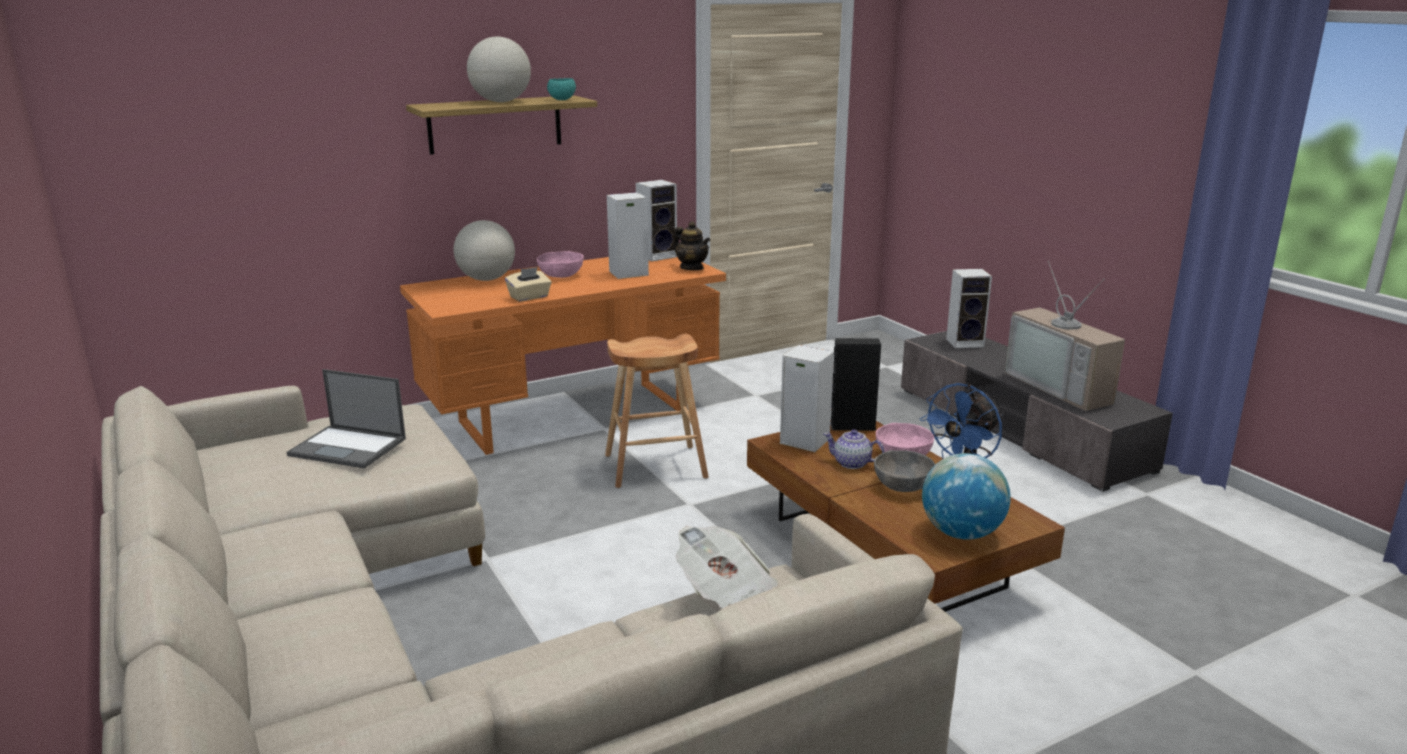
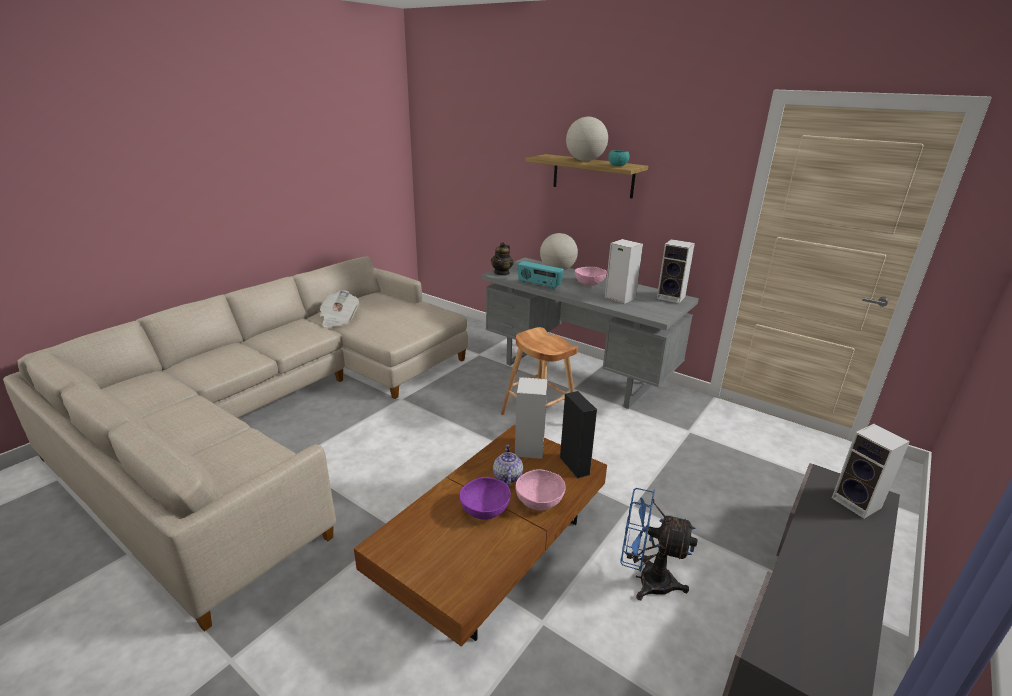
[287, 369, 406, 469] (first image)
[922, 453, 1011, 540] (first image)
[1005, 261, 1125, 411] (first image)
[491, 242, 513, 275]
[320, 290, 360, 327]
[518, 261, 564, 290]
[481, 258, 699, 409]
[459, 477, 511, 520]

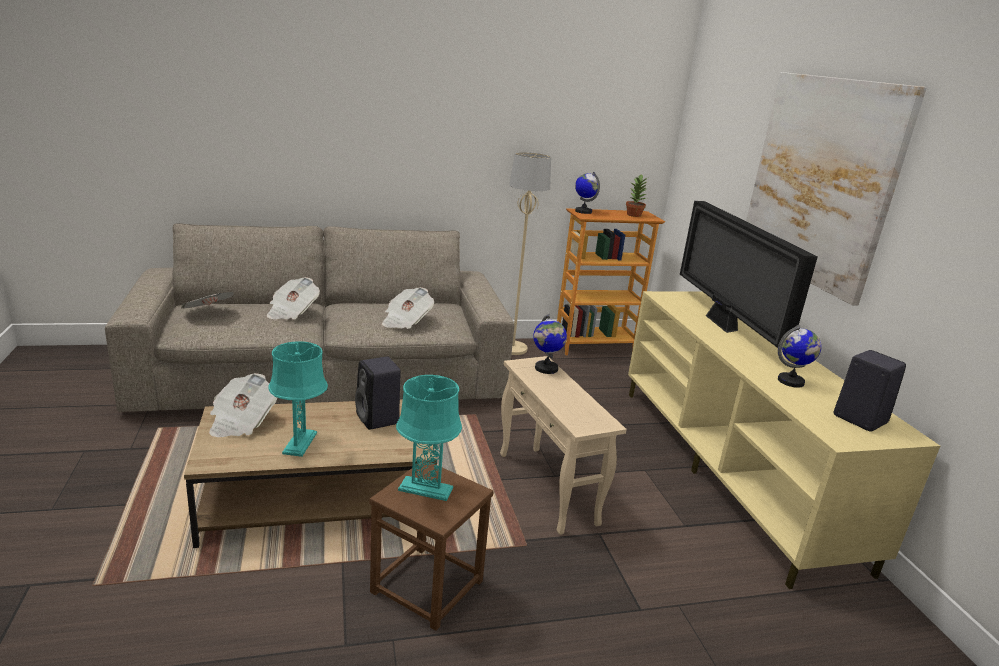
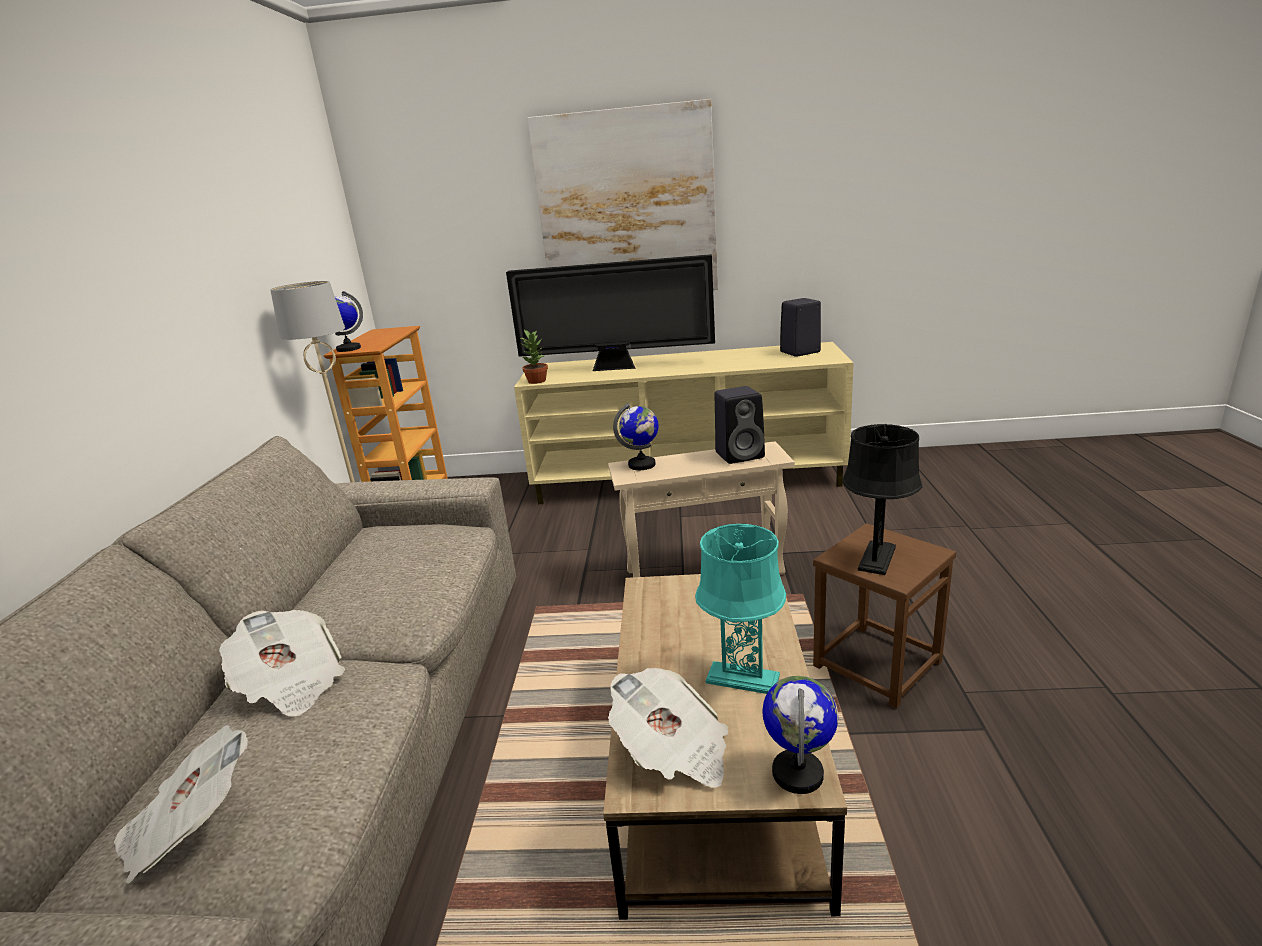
[382, 287, 434, 329] (first image)
[714, 386, 765, 464]
[519, 330, 548, 384]
[762, 676, 838, 794]
[843, 424, 922, 575]

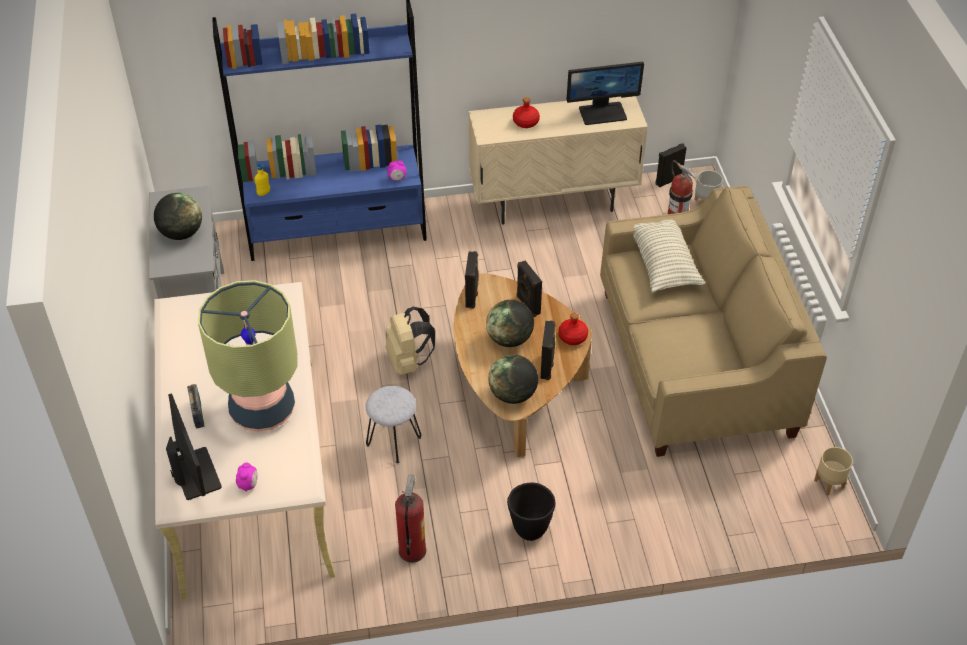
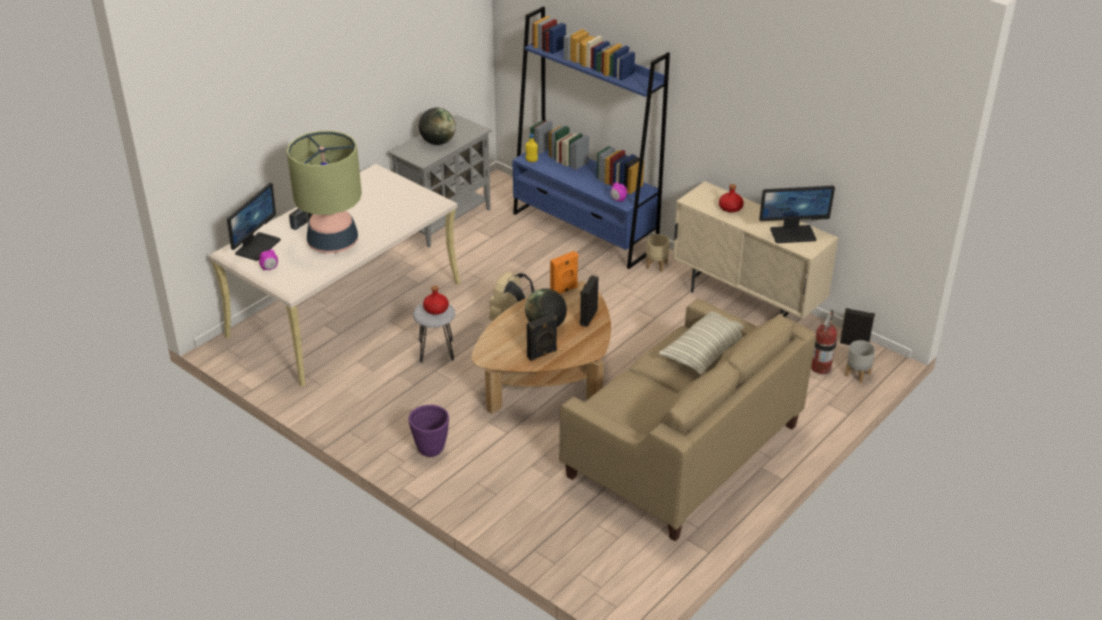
[395, 475, 426, 563] (first image)
[488, 354, 538, 404] (first image)
[423, 286, 449, 315]
[646, 234, 670, 272]
[550, 251, 578, 294]
[409, 405, 449, 457]
[759, 186, 835, 243]

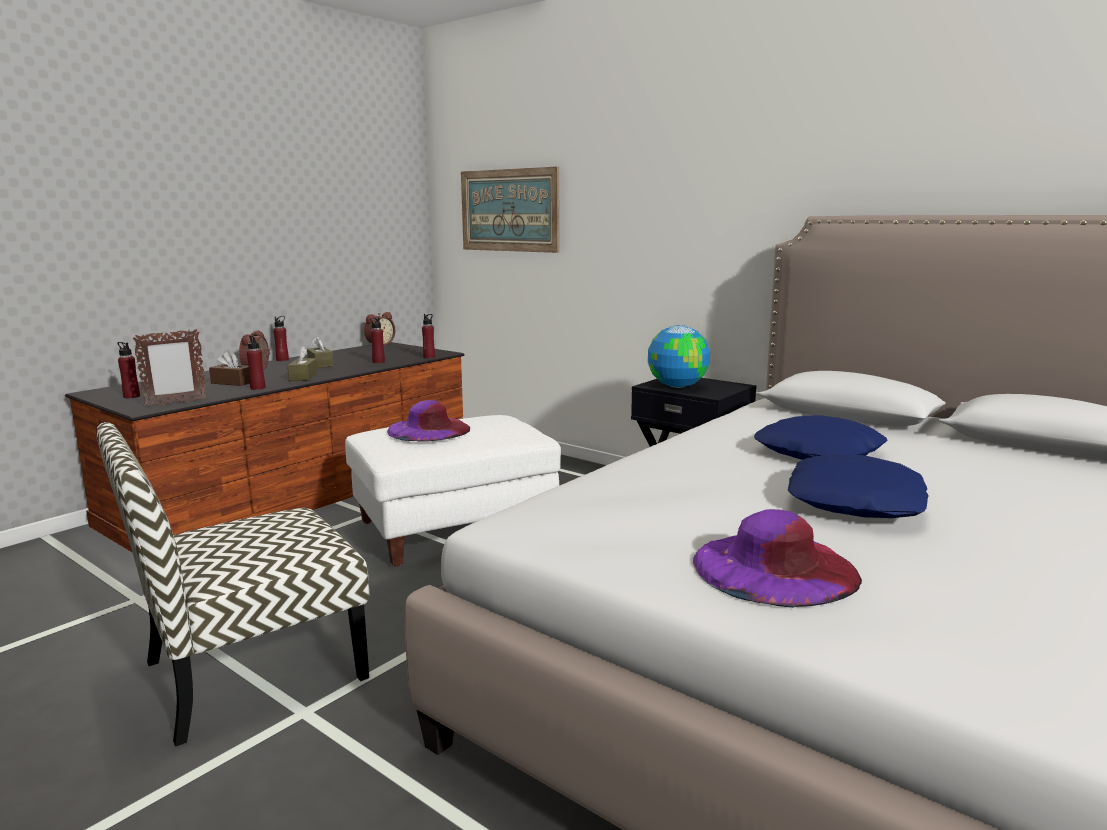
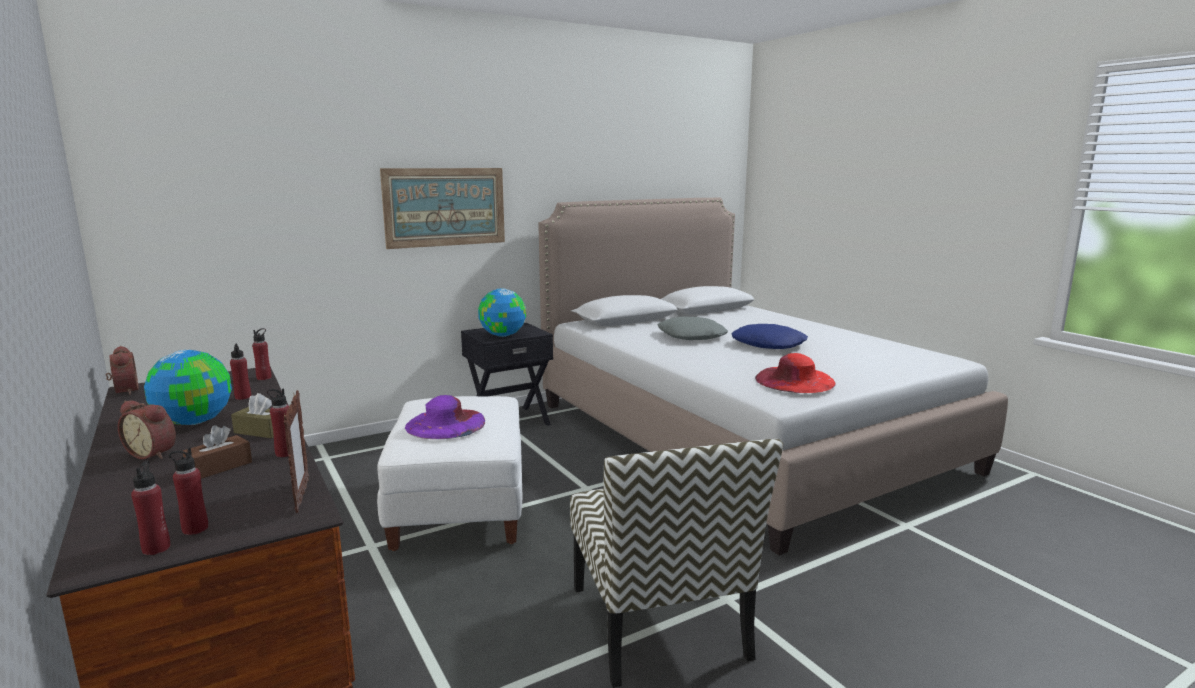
[693, 509, 862, 608] (first image)
[755, 353, 836, 393]
[131, 461, 170, 555]
[380, 168, 505, 249]
[144, 350, 232, 425]
[657, 316, 728, 340]

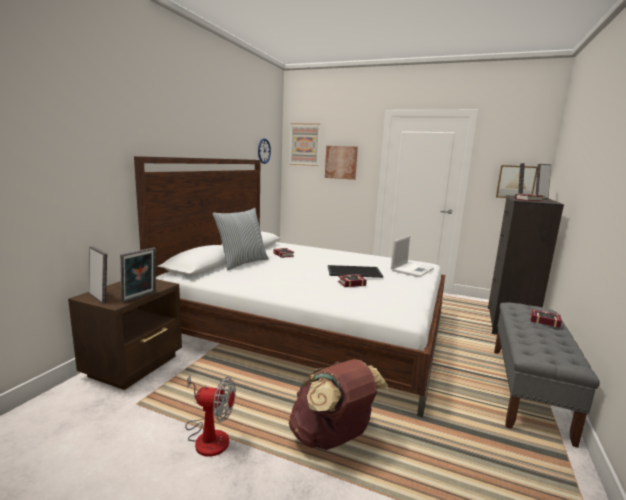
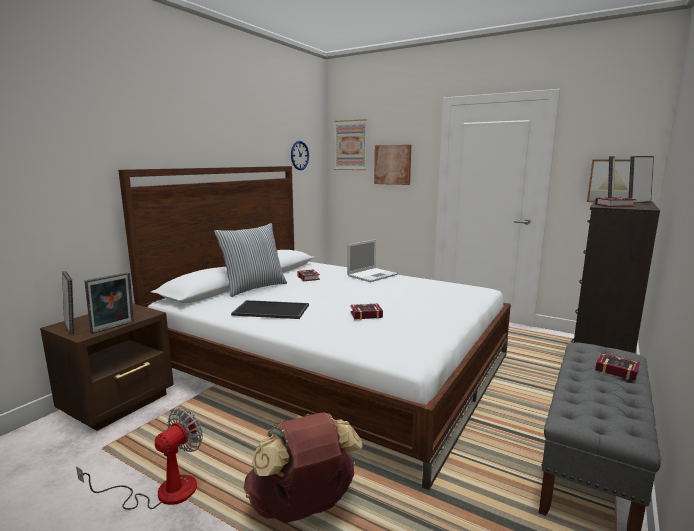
[231, 300, 309, 319]
[347, 239, 398, 282]
[76, 408, 203, 510]

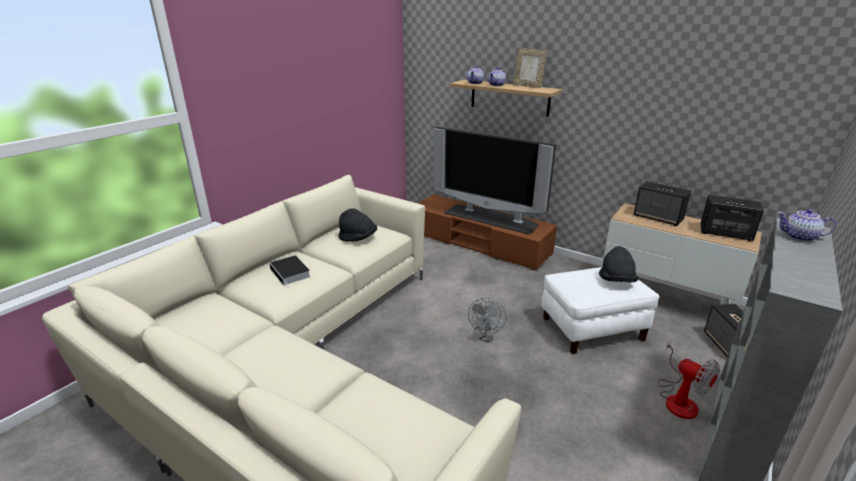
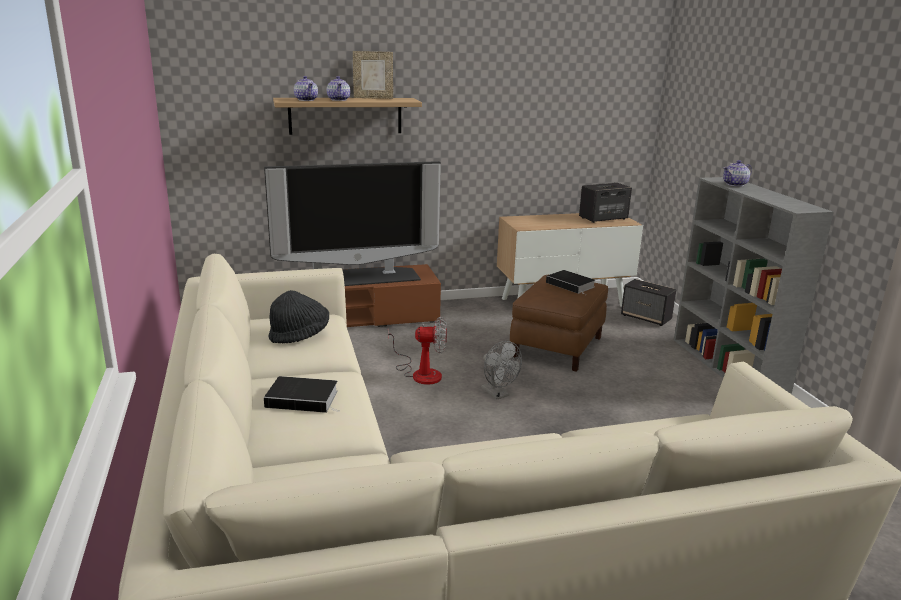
[634, 181, 691, 226] (first image)
[388, 317, 447, 385]
[546, 270, 595, 295]
[510, 275, 608, 372]

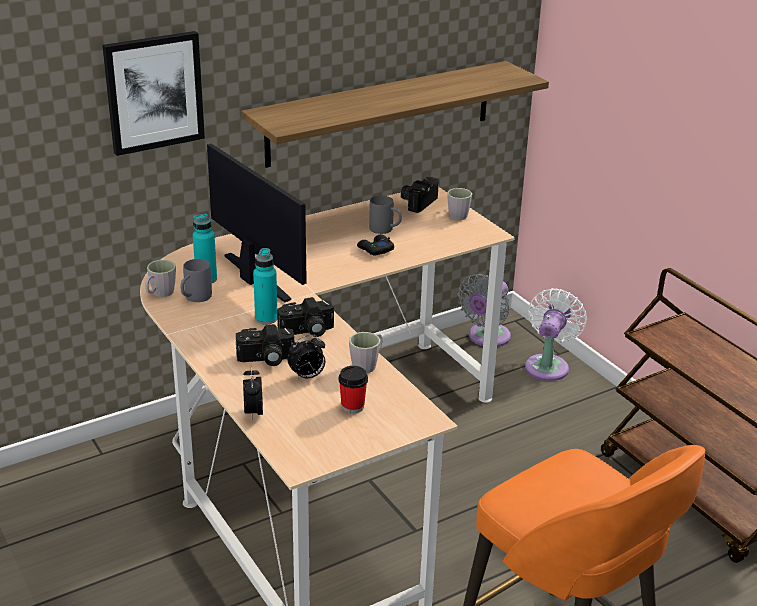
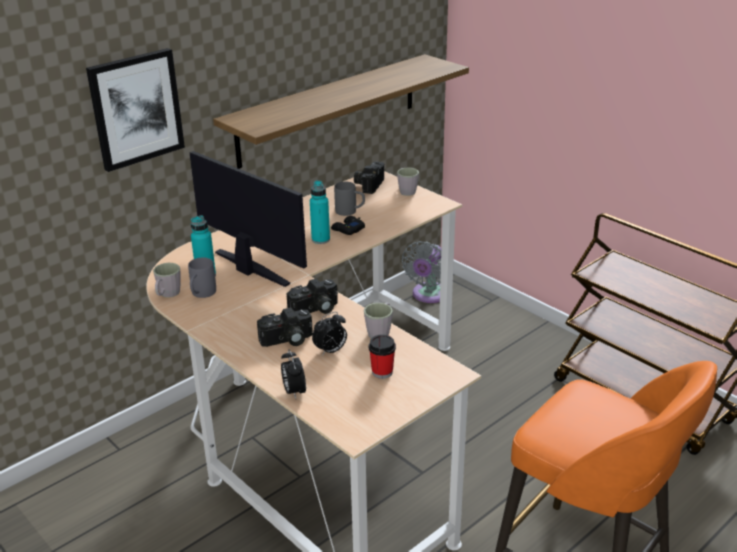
[525, 288, 587, 381] (first image)
[310, 180, 330, 244]

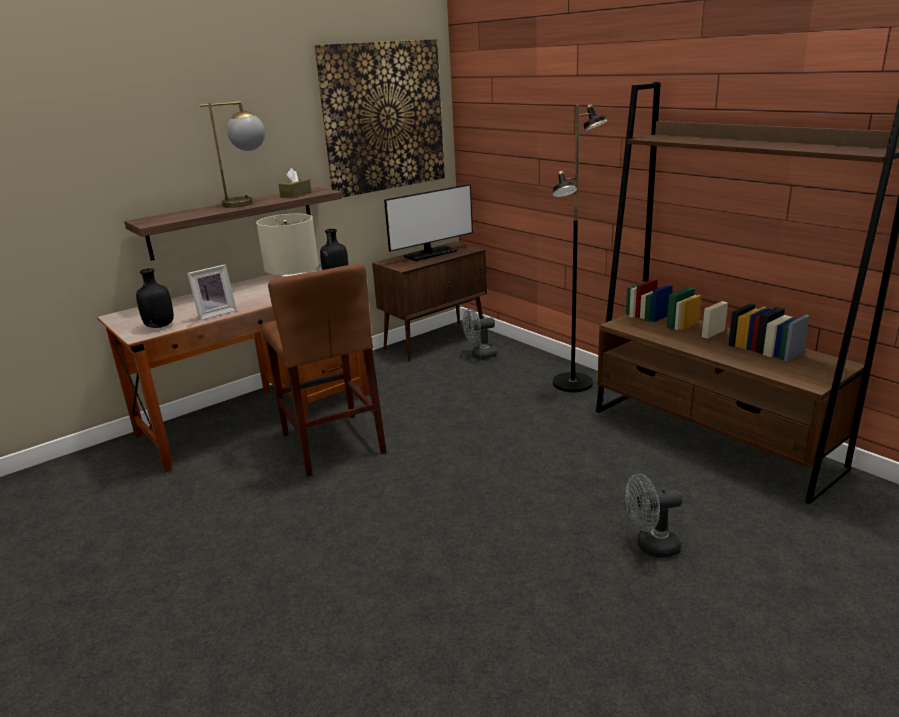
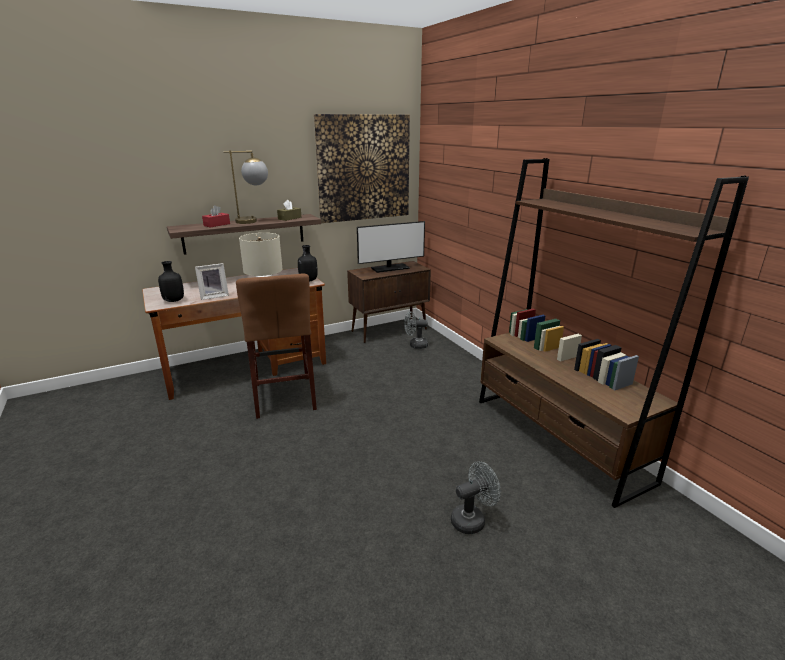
[553, 104, 608, 392] (first image)
[202, 205, 230, 228]
[451, 461, 501, 534]

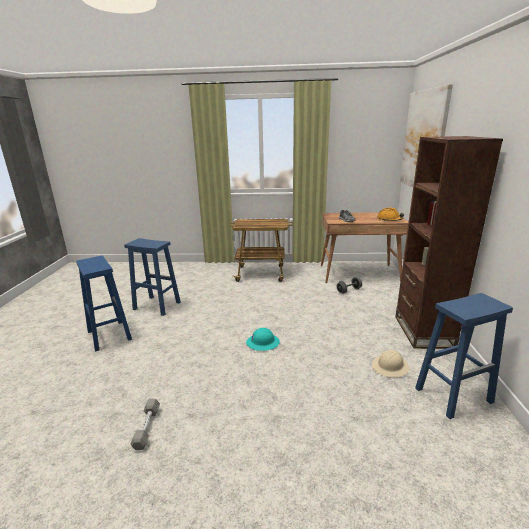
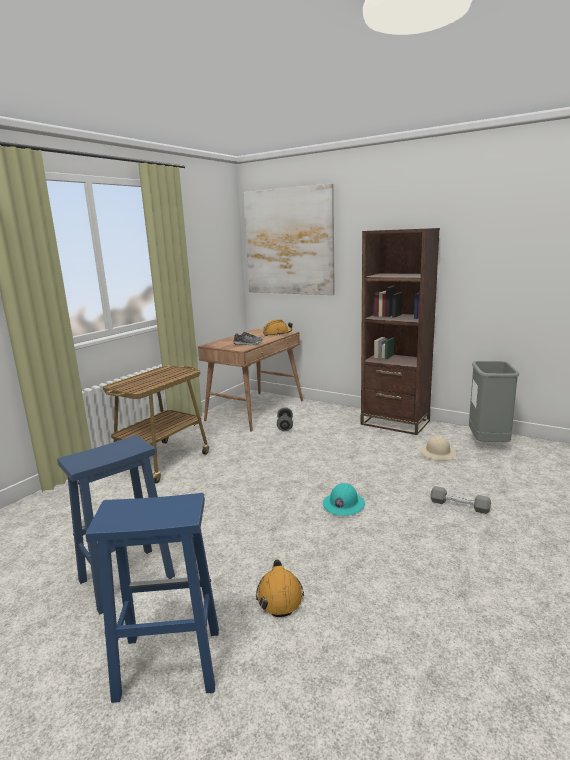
[256, 560, 304, 617]
[431, 486, 491, 514]
[469, 361, 519, 442]

